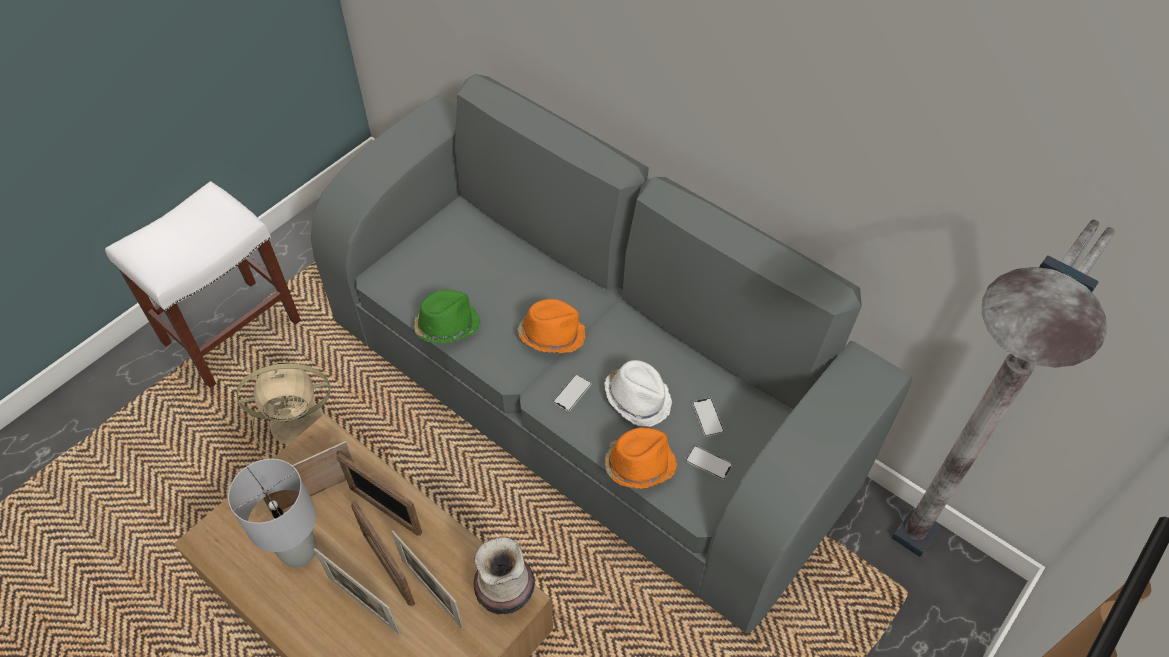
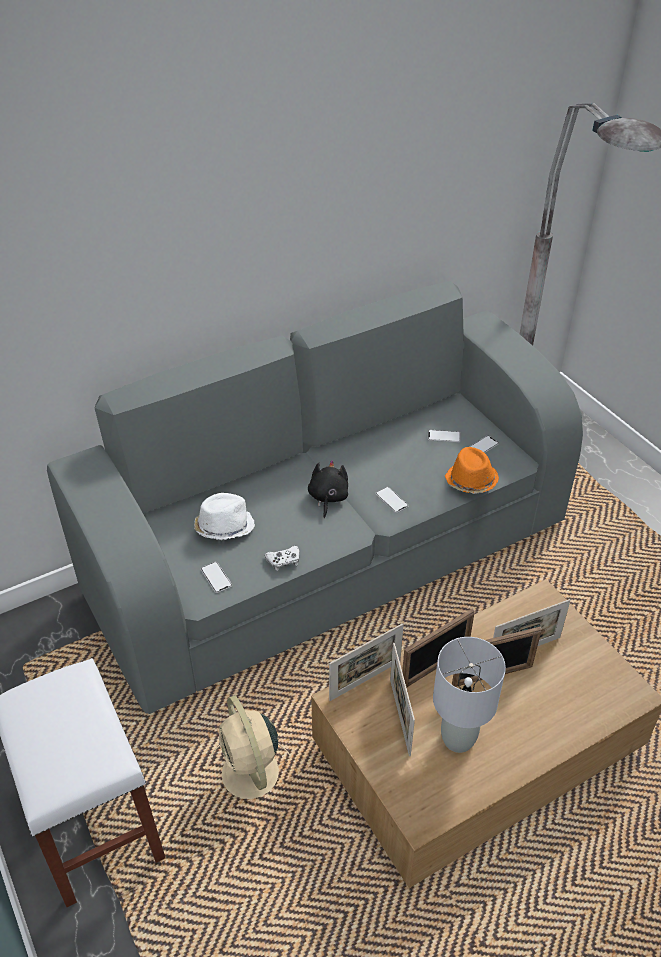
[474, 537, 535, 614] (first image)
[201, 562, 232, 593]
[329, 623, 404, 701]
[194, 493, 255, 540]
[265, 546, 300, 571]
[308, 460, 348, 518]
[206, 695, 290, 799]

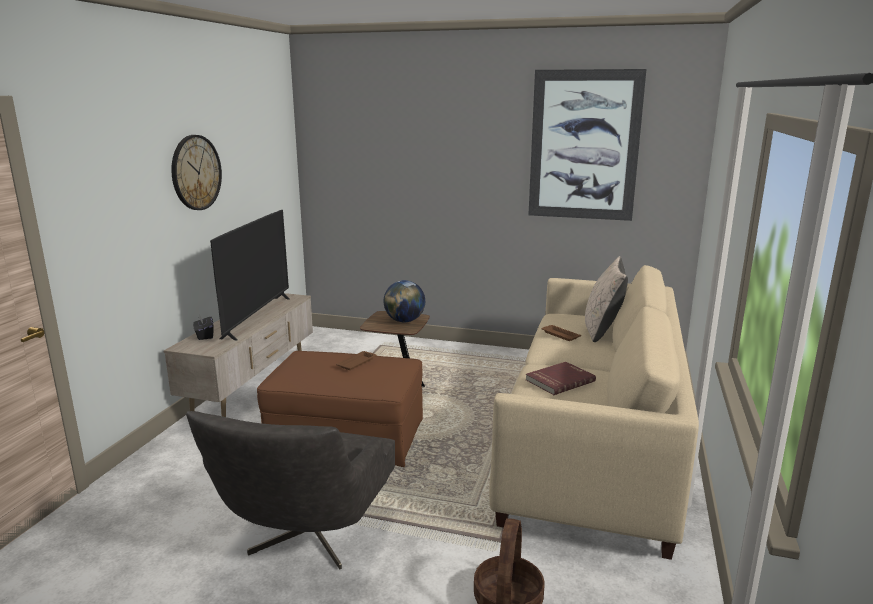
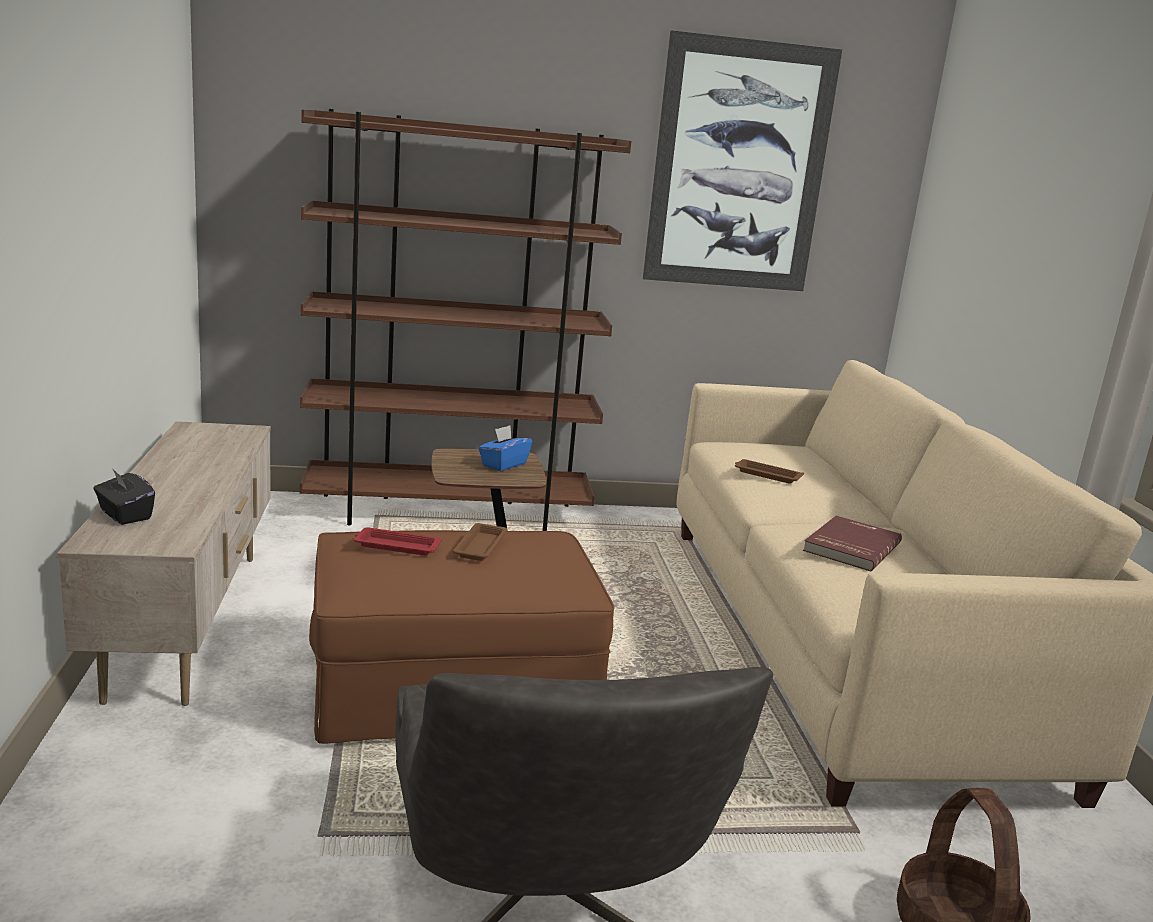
[171, 135, 222, 210] (first image)
[210, 210, 290, 340] (first image)
[585, 256, 628, 342] (first image)
[300, 109, 631, 531]
[354, 527, 442, 555]
[478, 425, 532, 471]

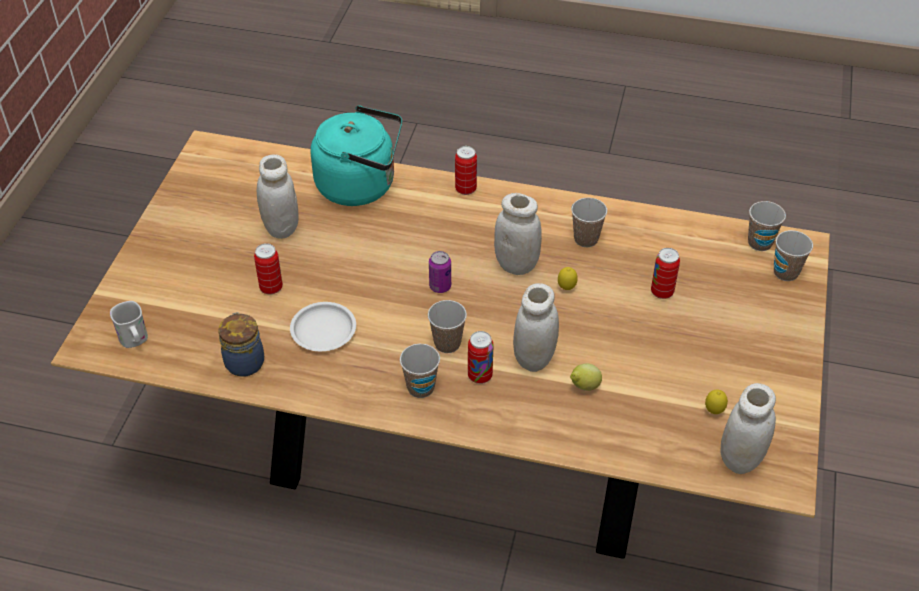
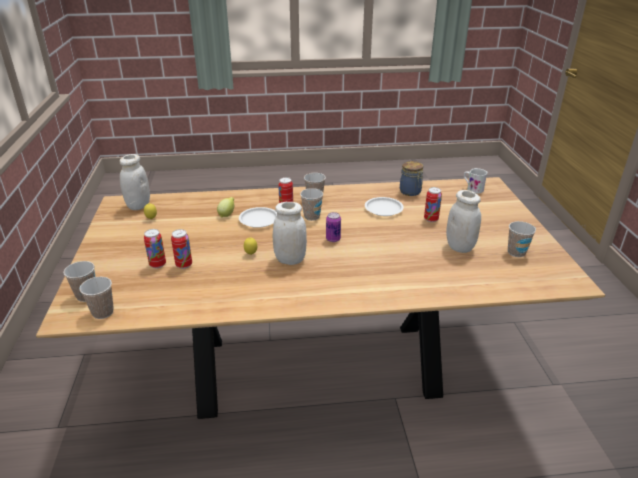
[311, 105, 402, 206] (first image)
[144, 229, 166, 268]
[508, 221, 536, 257]
[239, 207, 277, 228]

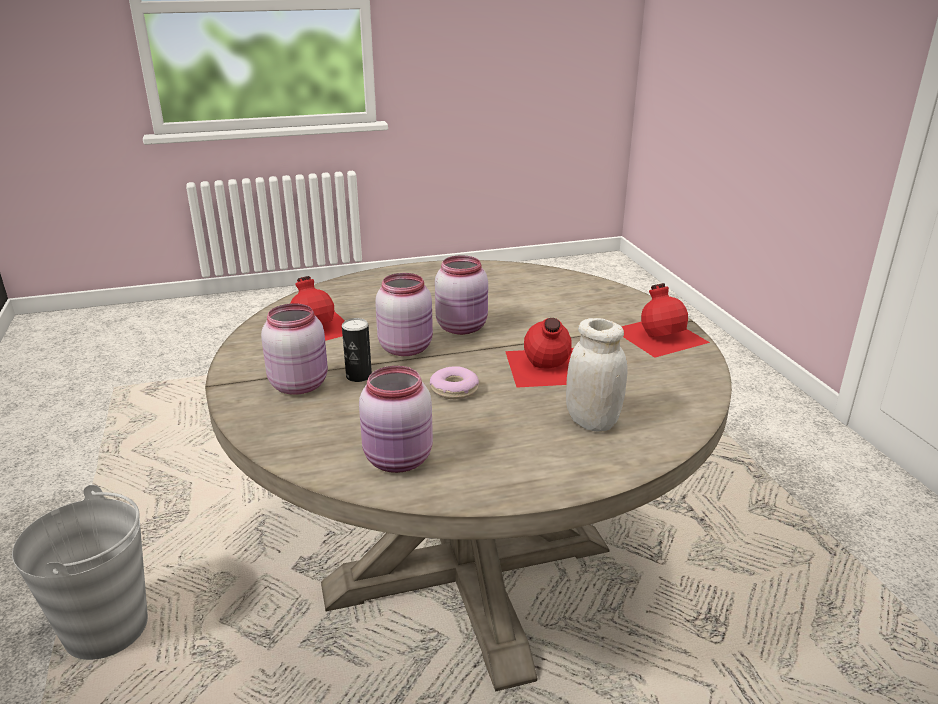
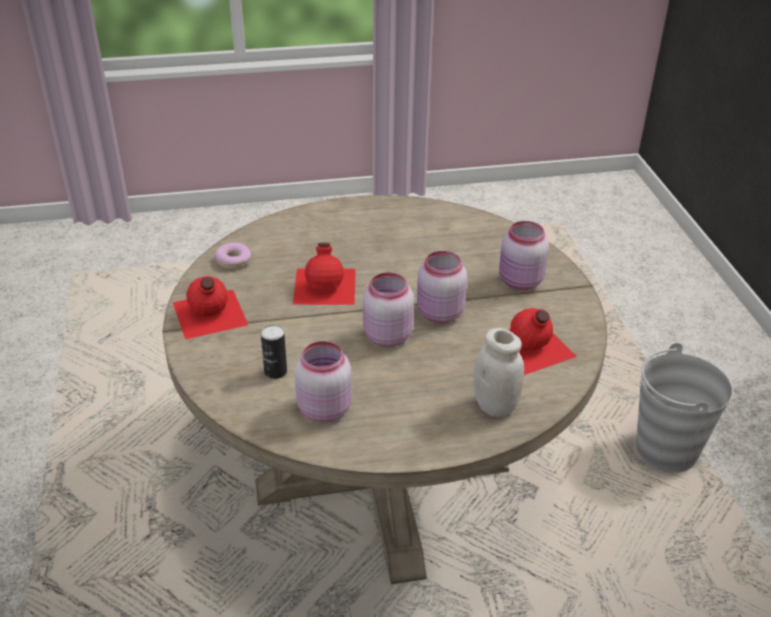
[261, 325, 287, 379]
[295, 341, 351, 422]
[215, 243, 251, 269]
[474, 328, 524, 417]

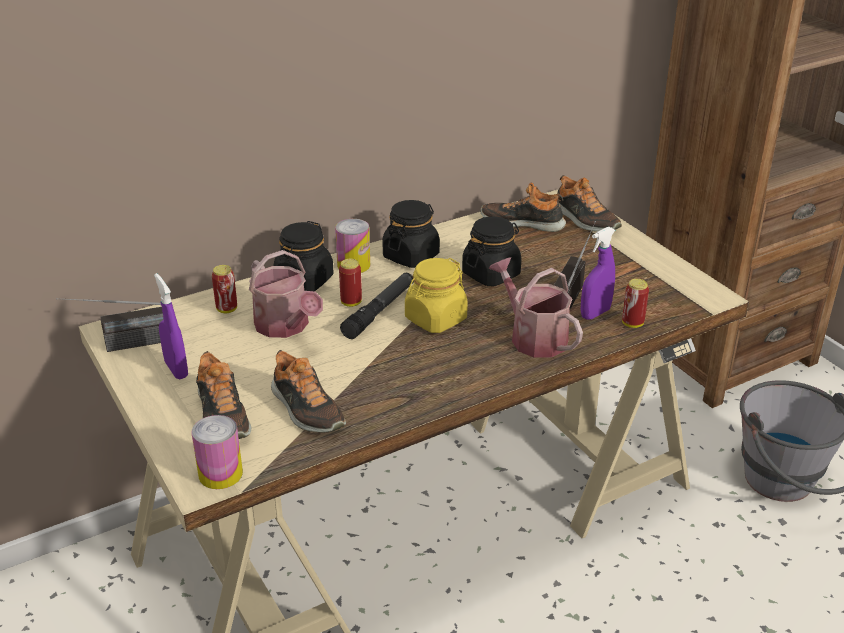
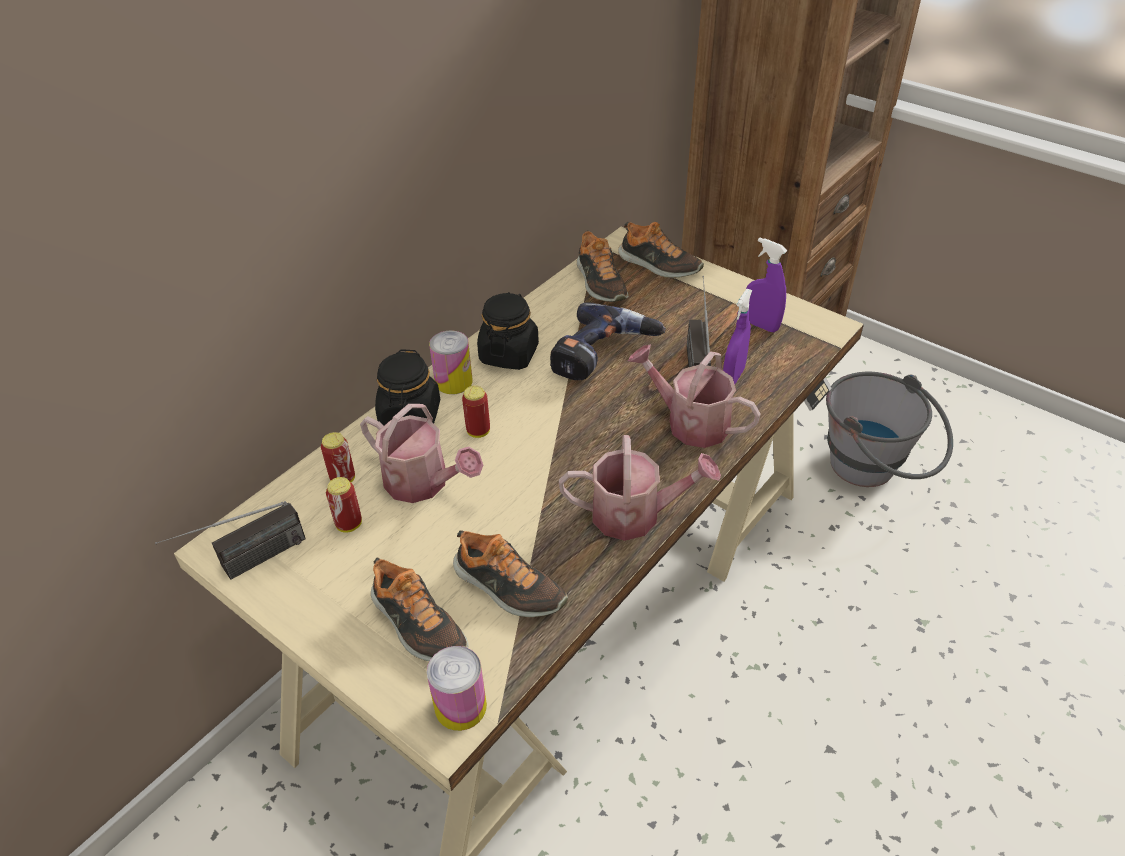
[340, 273, 413, 339] (first image)
[405, 258, 468, 333] (first image)
[559, 435, 721, 541]
[746, 237, 787, 332]
[326, 477, 362, 533]
[550, 303, 665, 380]
[577, 230, 628, 302]

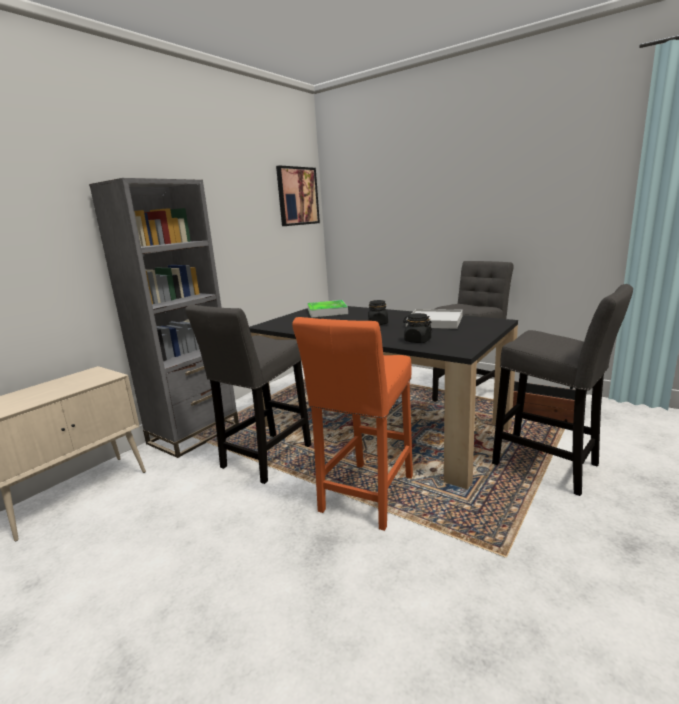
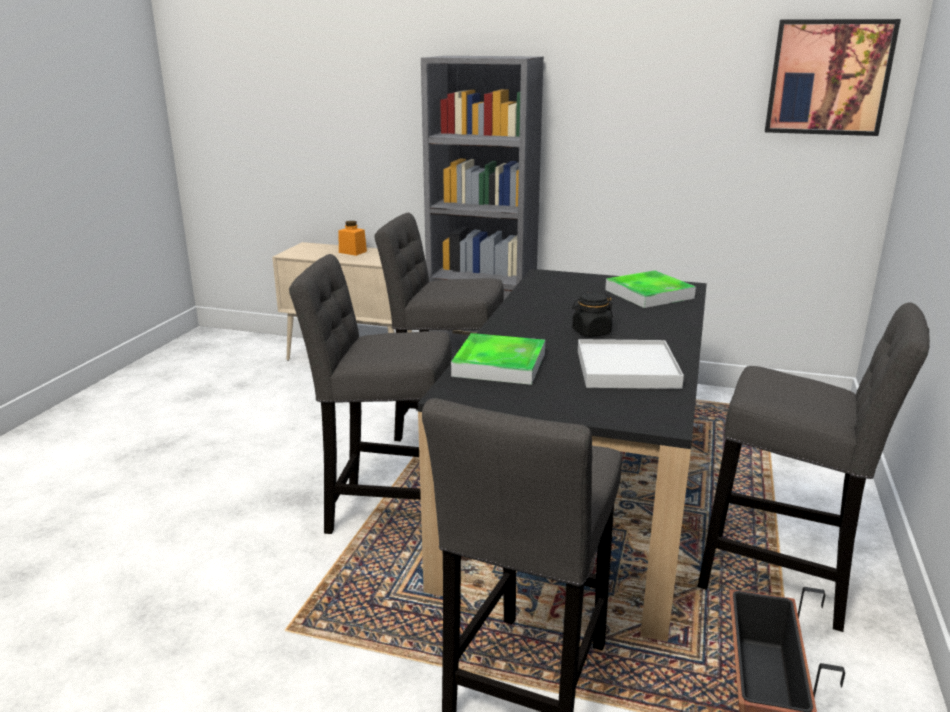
[338, 221, 367, 256]
[451, 333, 545, 385]
[289, 254, 451, 534]

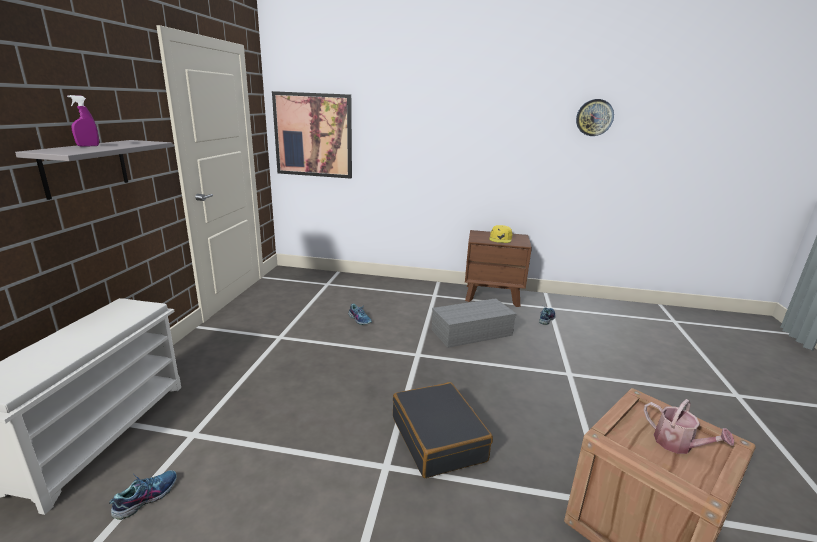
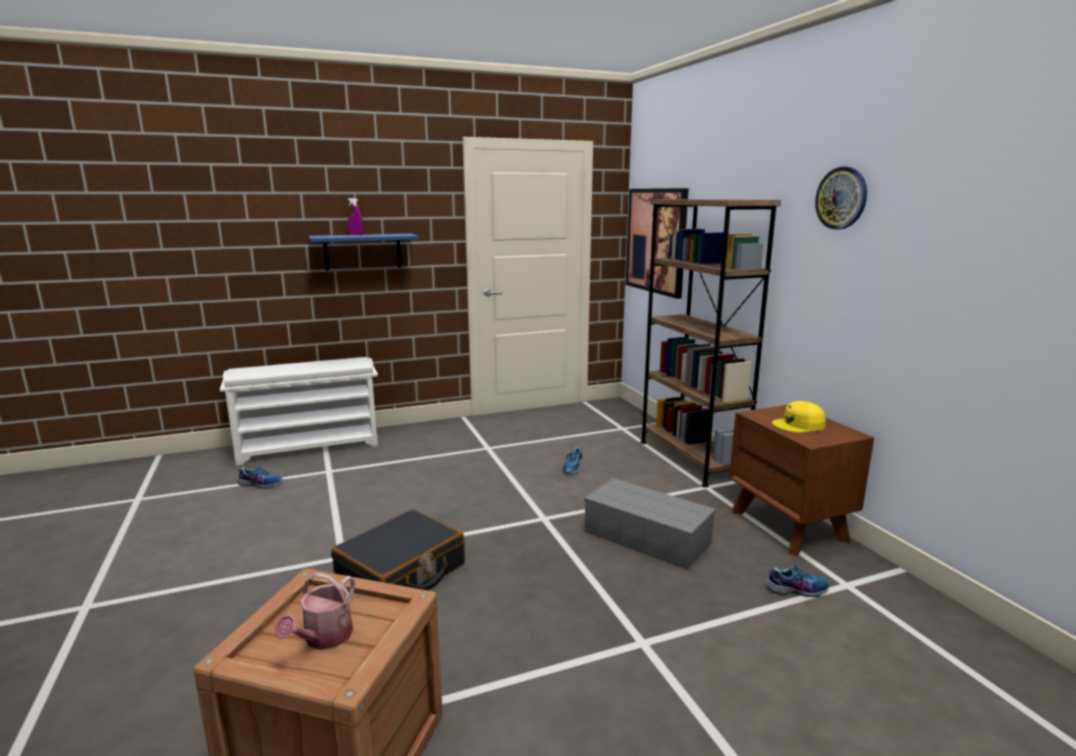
[640, 199, 781, 487]
[815, 167, 867, 230]
[309, 234, 419, 270]

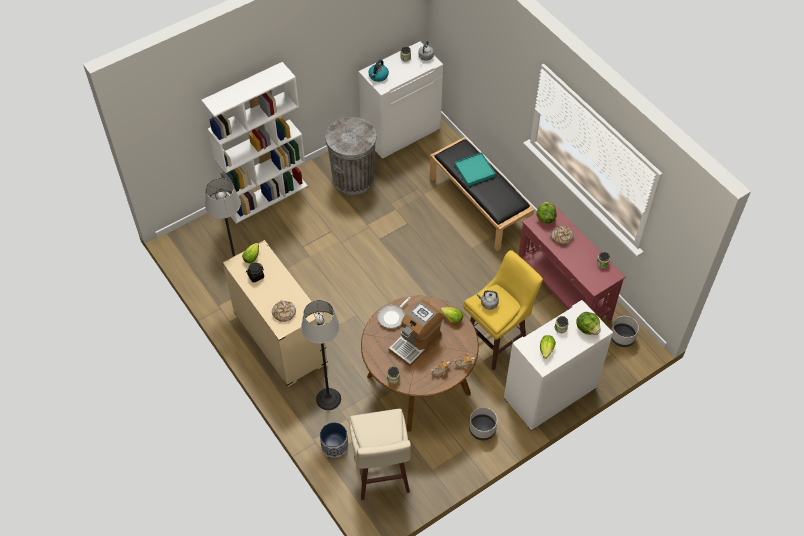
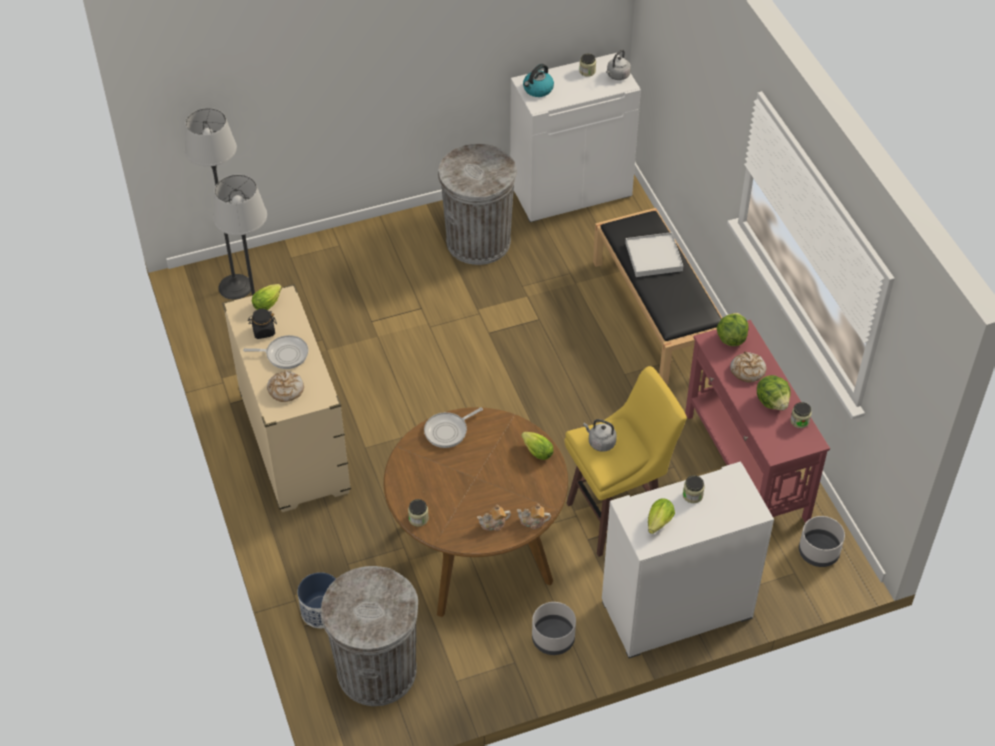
[201, 62, 308, 224] (first image)
[389, 300, 443, 367] (first image)
[243, 335, 308, 369]
[185, 108, 251, 300]
[757, 375, 791, 410]
[321, 566, 418, 706]
[625, 232, 683, 277]

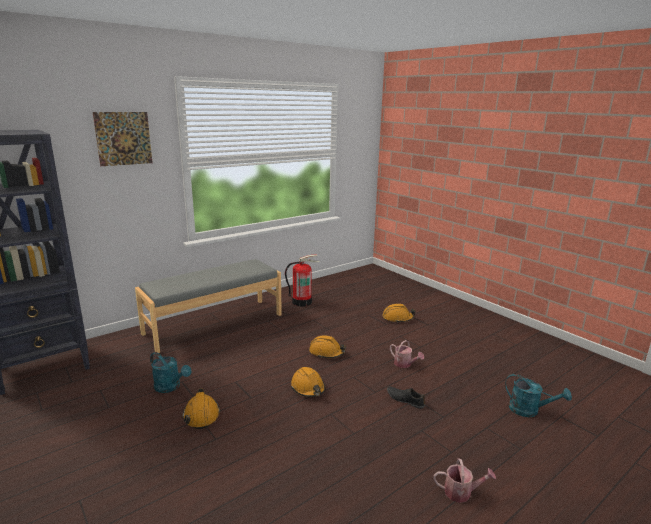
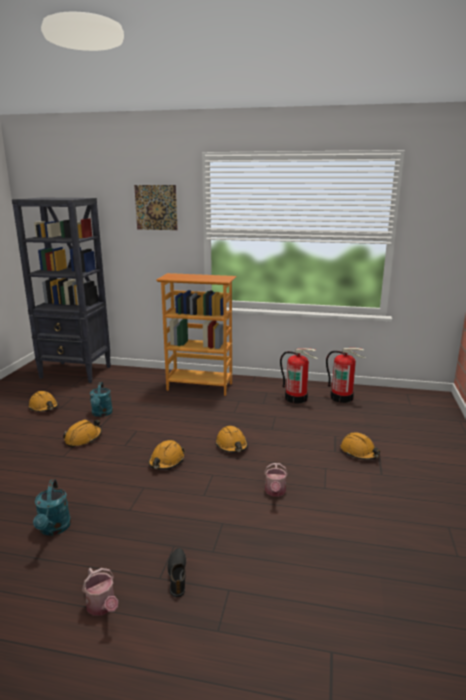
[29, 391, 58, 412]
[326, 348, 366, 403]
[167, 548, 186, 597]
[33, 480, 71, 536]
[156, 273, 236, 396]

